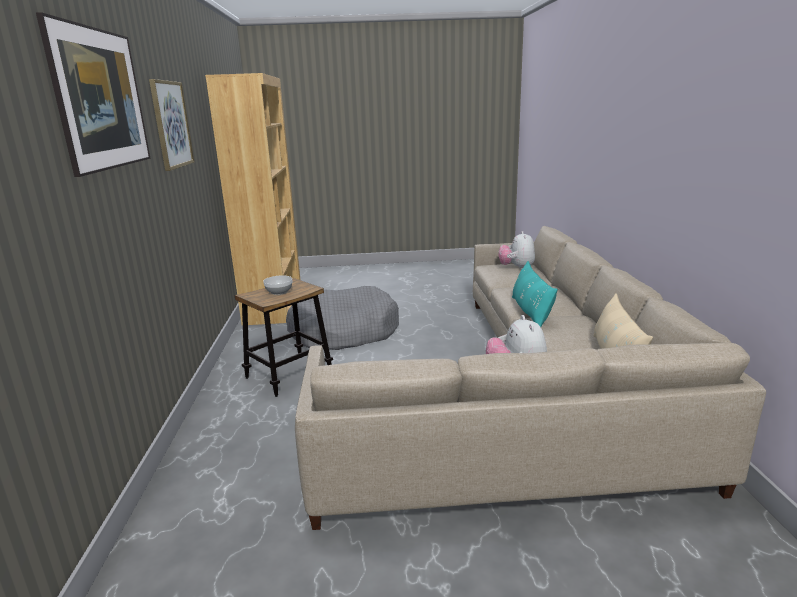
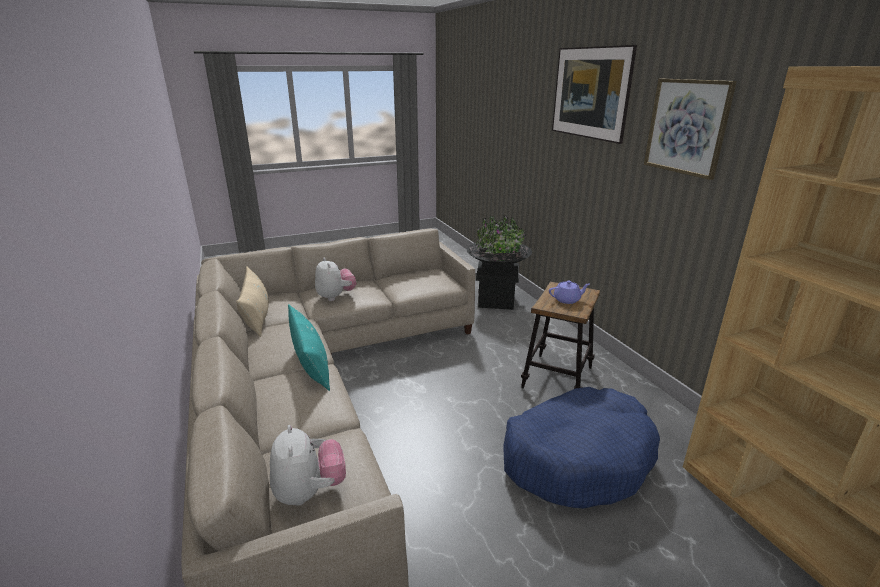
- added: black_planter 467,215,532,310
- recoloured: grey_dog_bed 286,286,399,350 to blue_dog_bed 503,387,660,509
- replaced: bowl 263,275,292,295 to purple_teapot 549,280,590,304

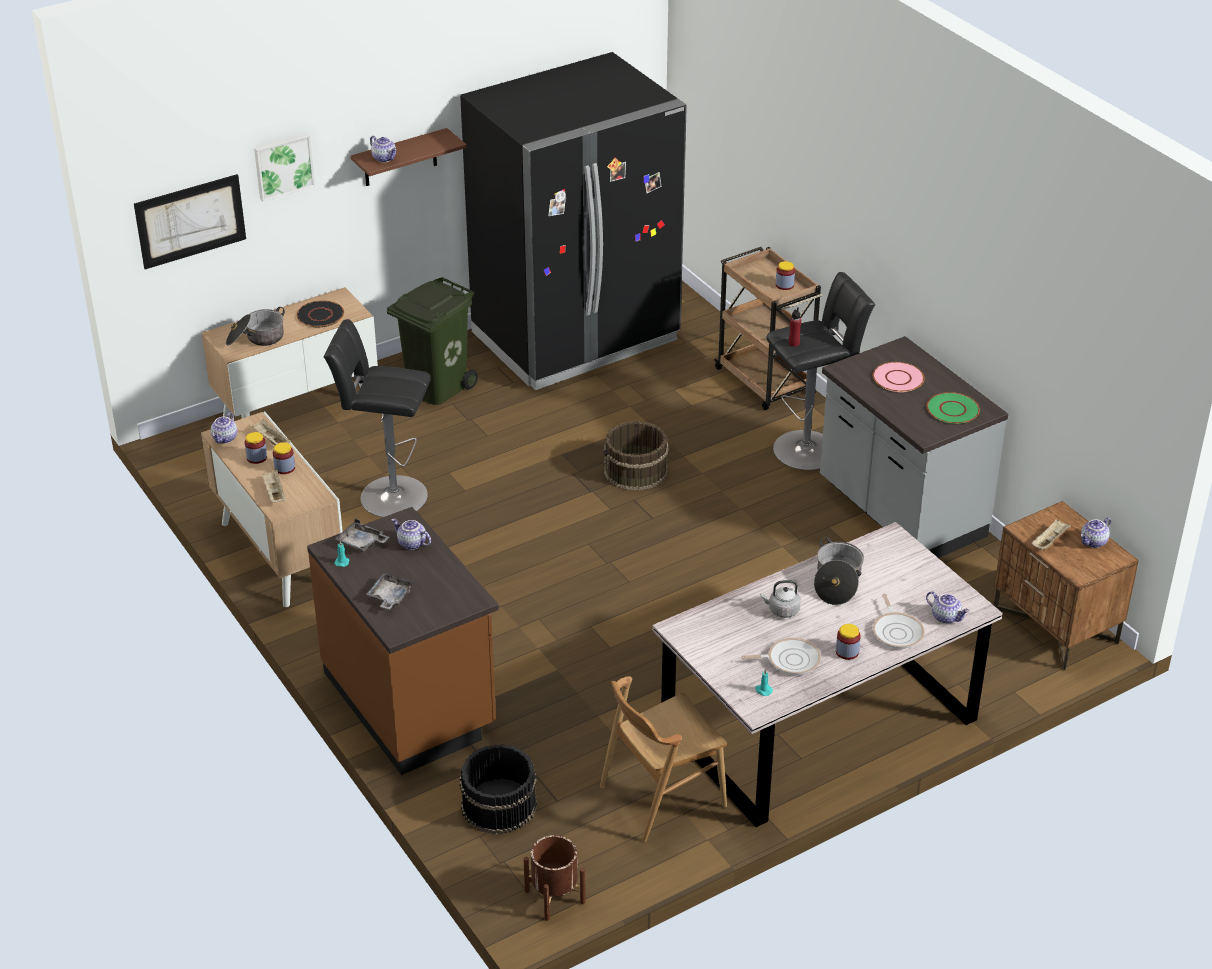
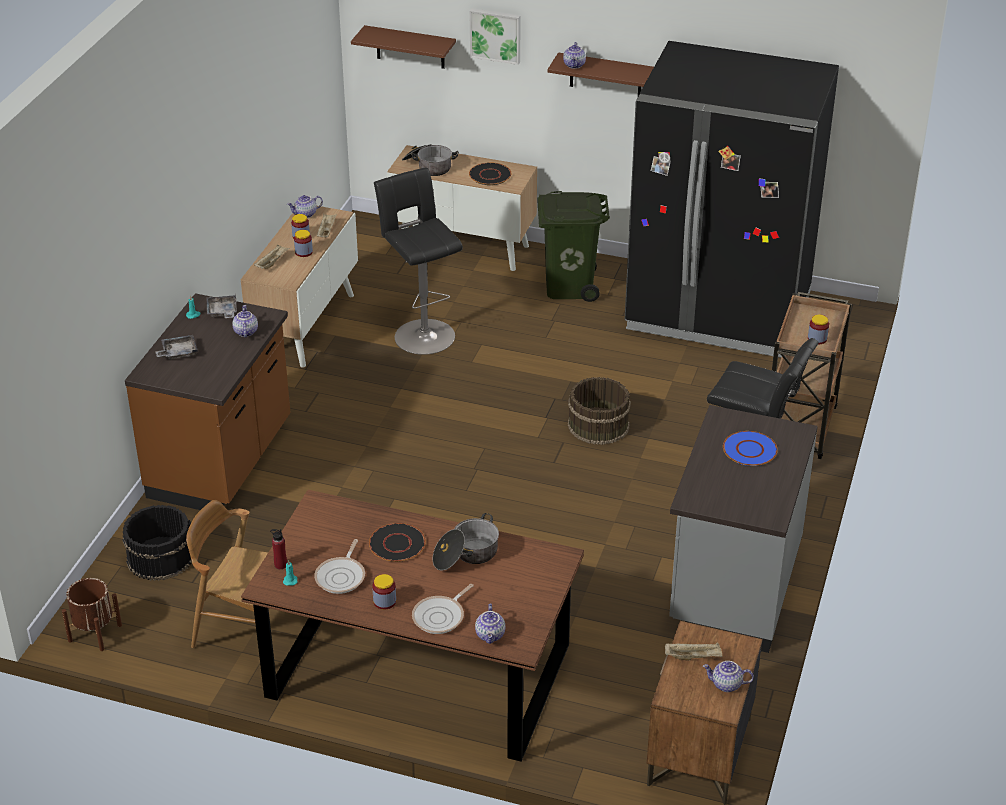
- recoloured: grey_dining_table 652,522,1003,827 to brown_dining_table 241,490,584,762
- moved: red_bottle 789,308,801,347 to 270,529,287,569
- turned: frying_pan 741,638,821,675 = 314,539,365,594 60 degrees clockwise
- replaced: picture 134,174,246,269 to brown_shelf 351,25,456,69
- replaced: grey_kettle 760,580,801,618 to black_plate 369,523,426,562
- recoloured: pink_plate 873,362,925,392 to blue_plate 723,431,778,466
- removed: green_plate 927,392,980,424

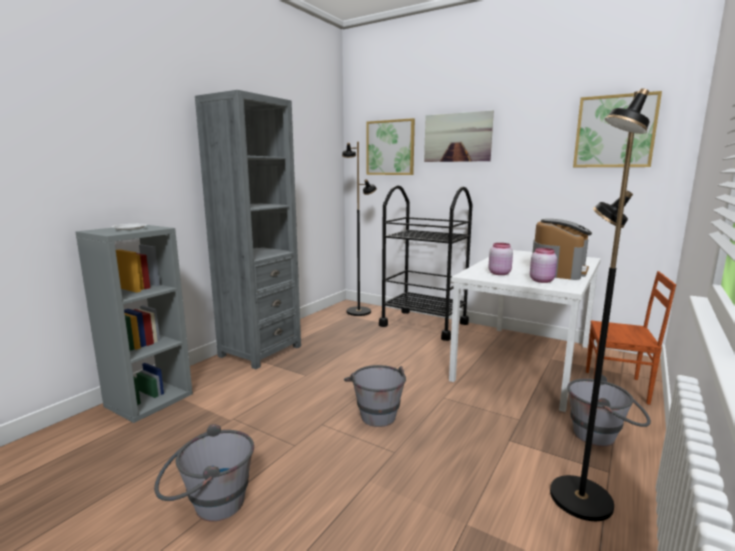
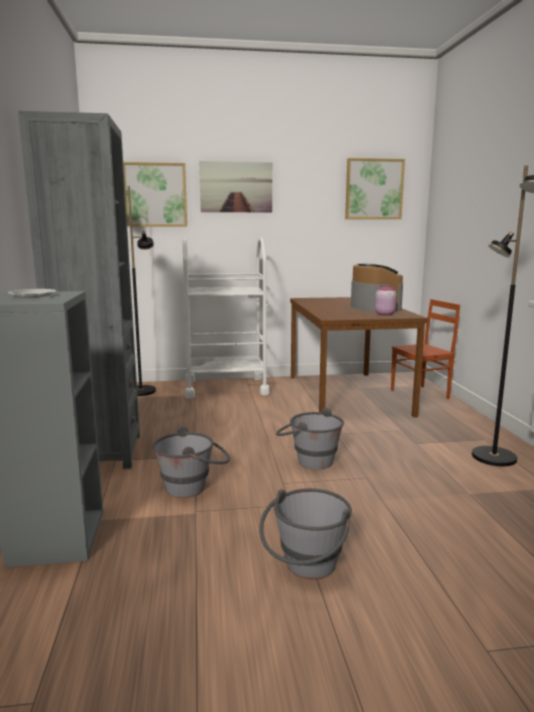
- moved: grey_bucket 567,375,651,447 to 153,426,230,498
- recoloured: black_cart 379,185,473,341 to white_cart 183,238,270,398
- recoloured: white_dining_table 449,250,601,412 to brown_dining_table 290,297,428,418
- removed: pink_jar 489,243,513,275

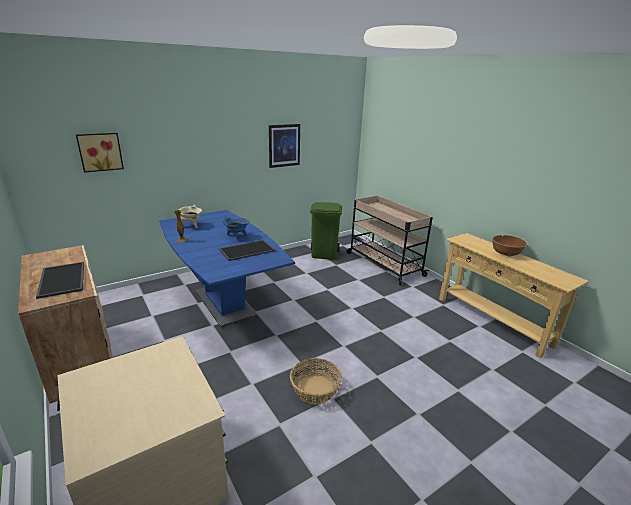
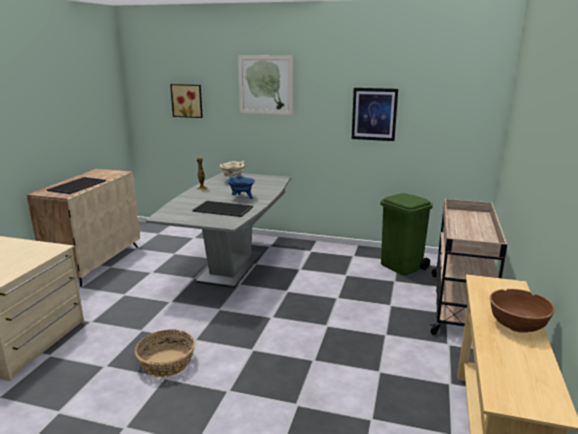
- recoloured: blue_dining_table 159,210,295,327 to grey_dining_table 146,172,291,288
- added: picture 238,55,293,115

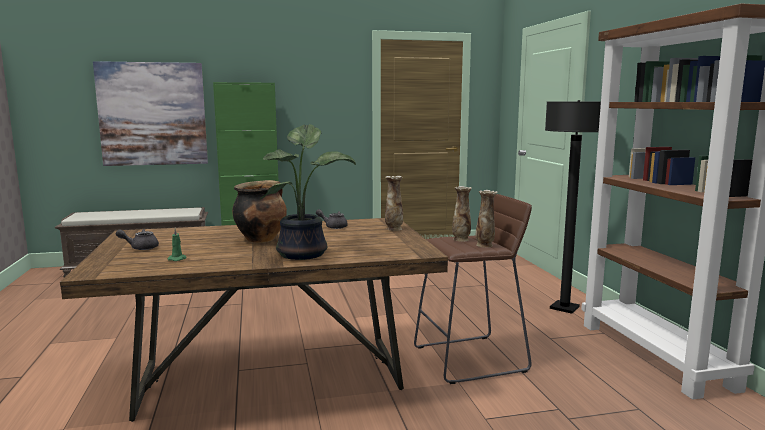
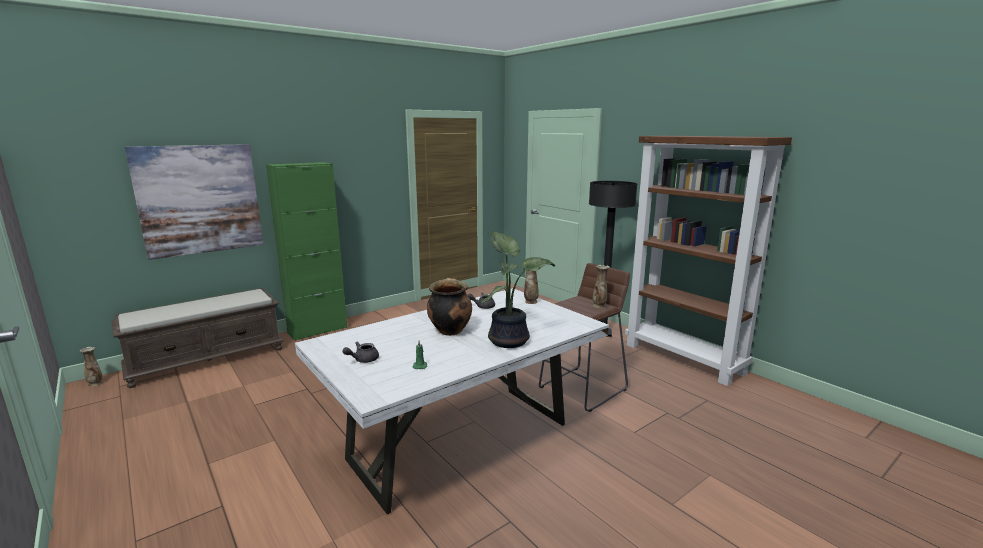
- moved: vase 452,186,472,241 to 80,347,102,387
- recoloured: brown_dining_table 60,218,448,422 to white_dining_table 295,288,609,514

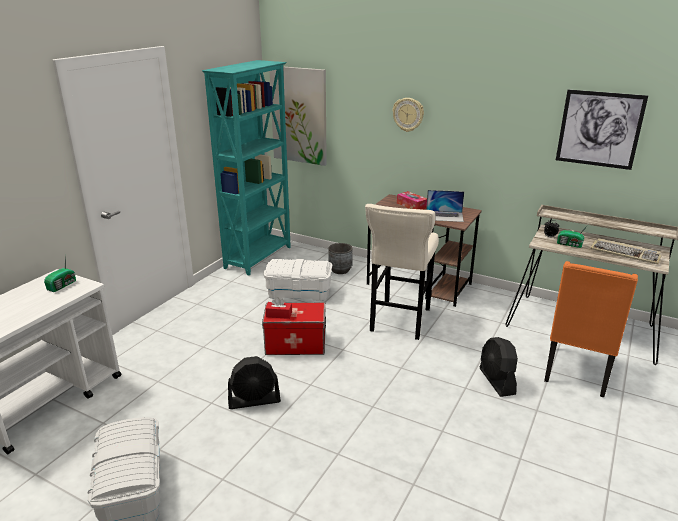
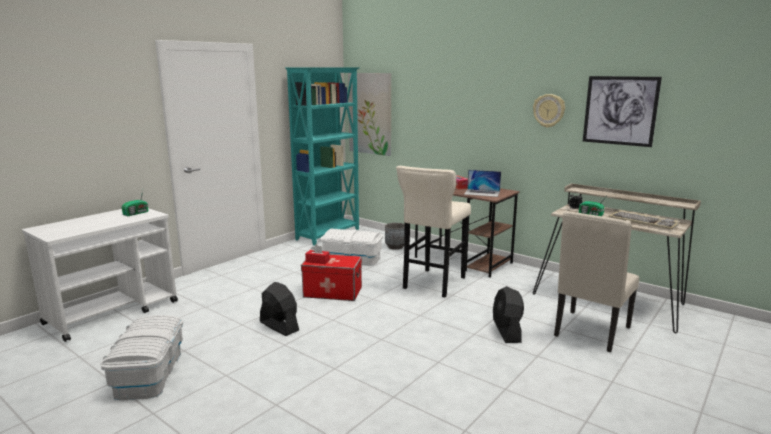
- turned: black_fan 228,356,281,409 = 260,282,299,336 135 degrees counterclockwise
- moved: wall_clock 393,98,424,132 to 533,94,565,128
- recoloured: orange_chair 544,261,638,397 to beige_chair 554,211,639,352

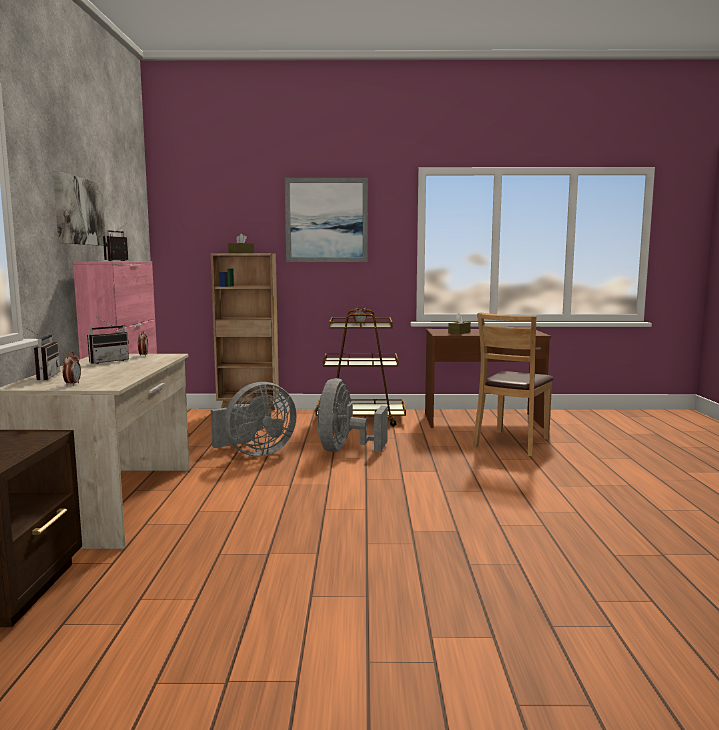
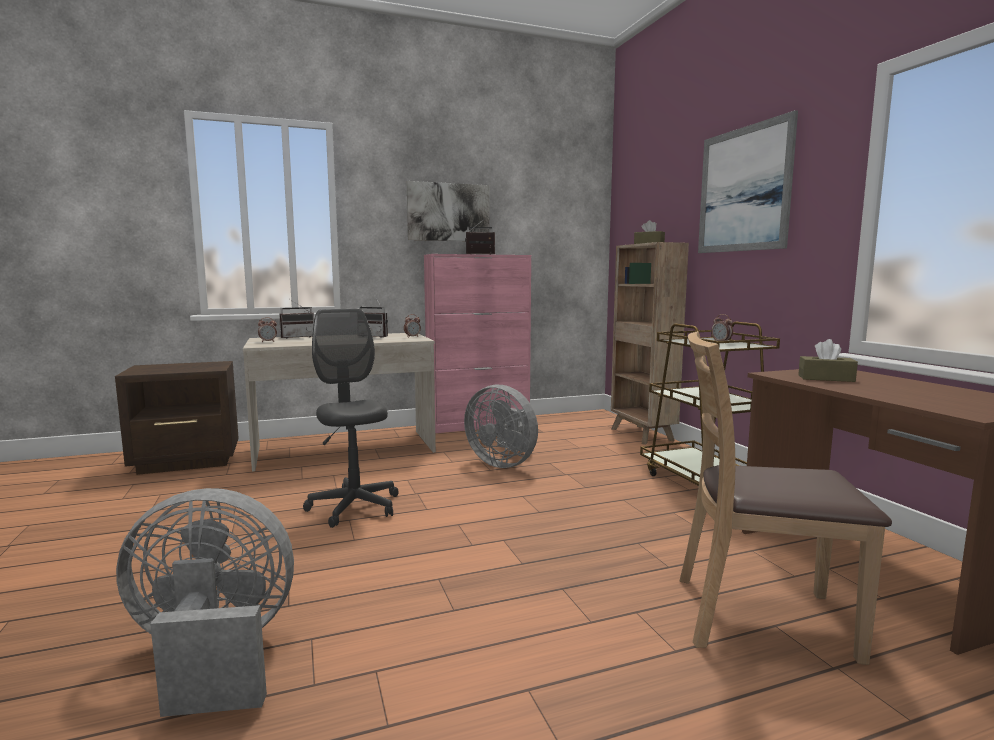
- moved: grey_fan 318,378,388,452 to 116,488,294,717
- added: grey_office_chair 303,308,399,528

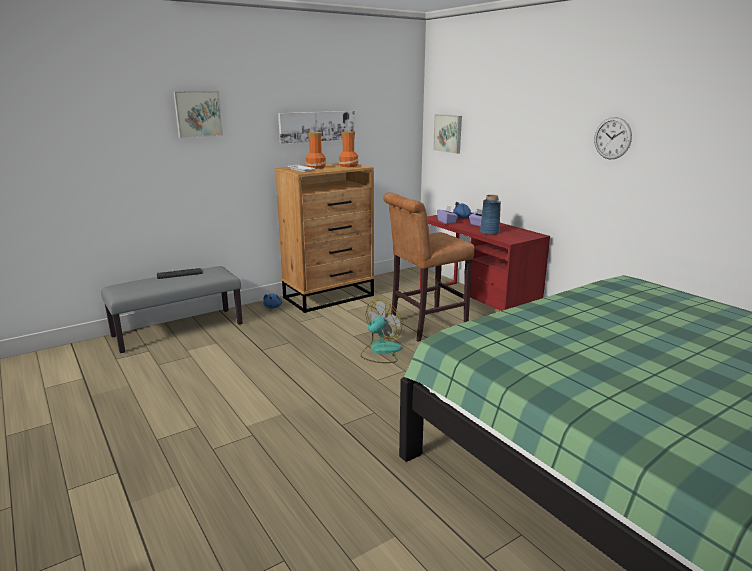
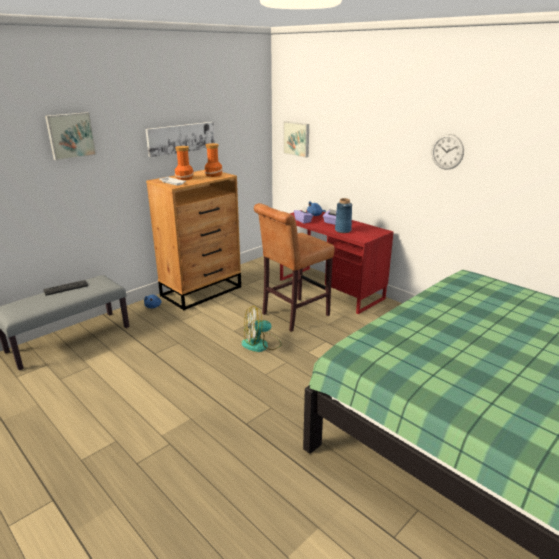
- turned: fan 360,300,402,363 = 241,306,282,352 135 degrees counterclockwise

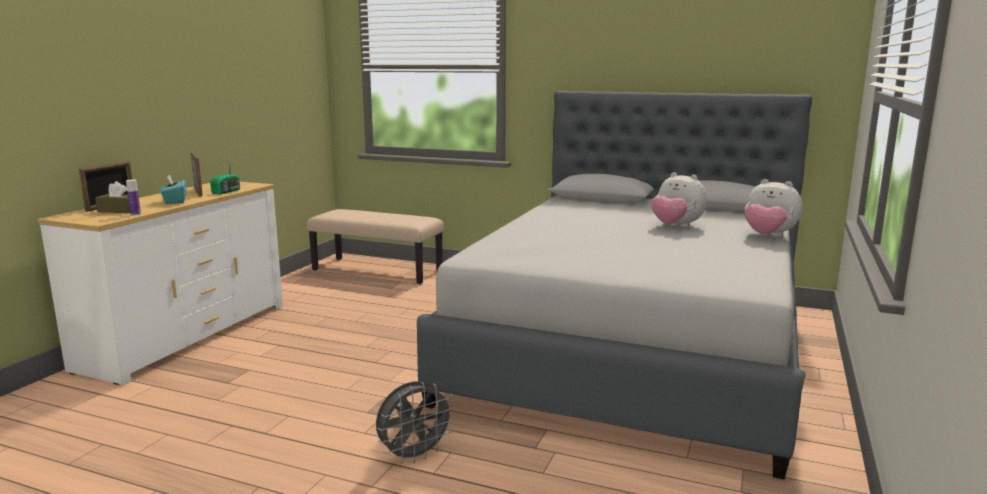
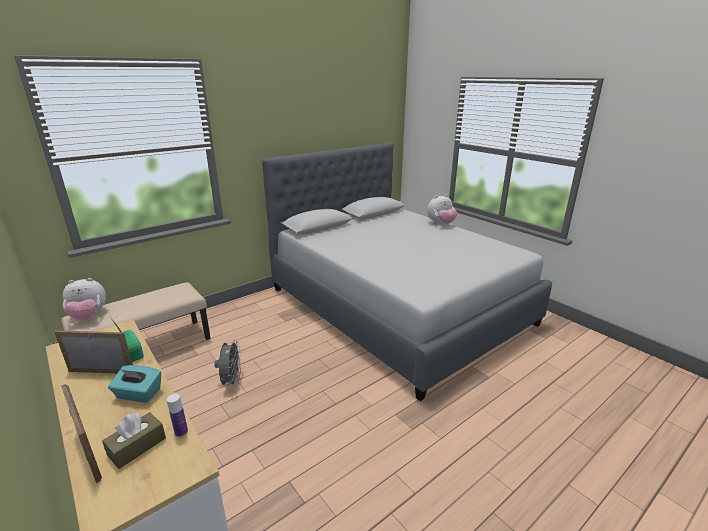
- moved: plush_toy 651,172,707,227 to 63,278,106,320
- moved: grey_fan 376,382,455,463 to 214,340,241,387

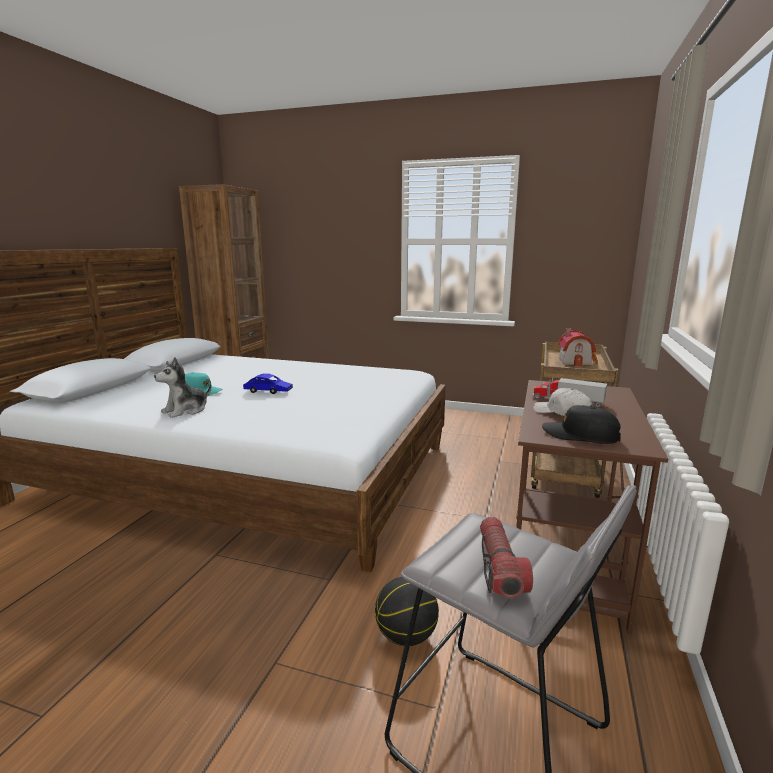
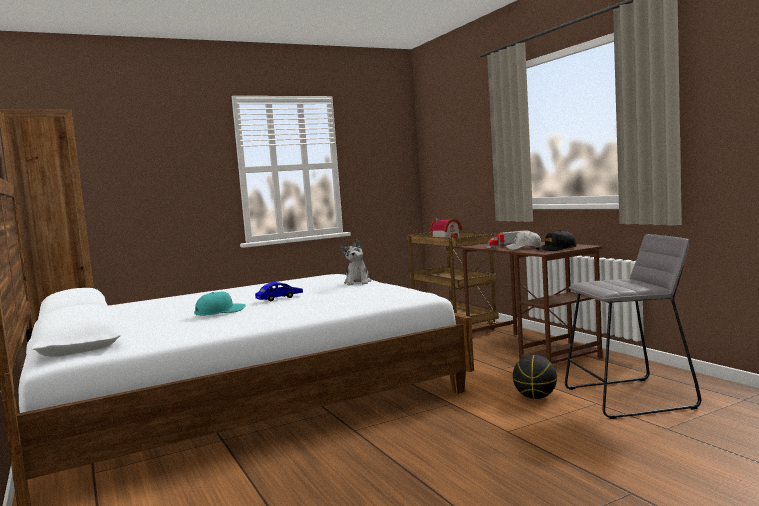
- moved: plush_toy 154,357,211,418 to 341,239,372,286
- removed: flashlight 480,517,533,598

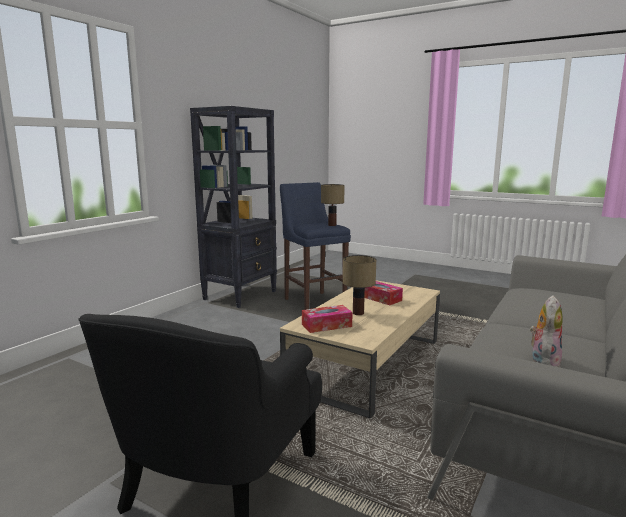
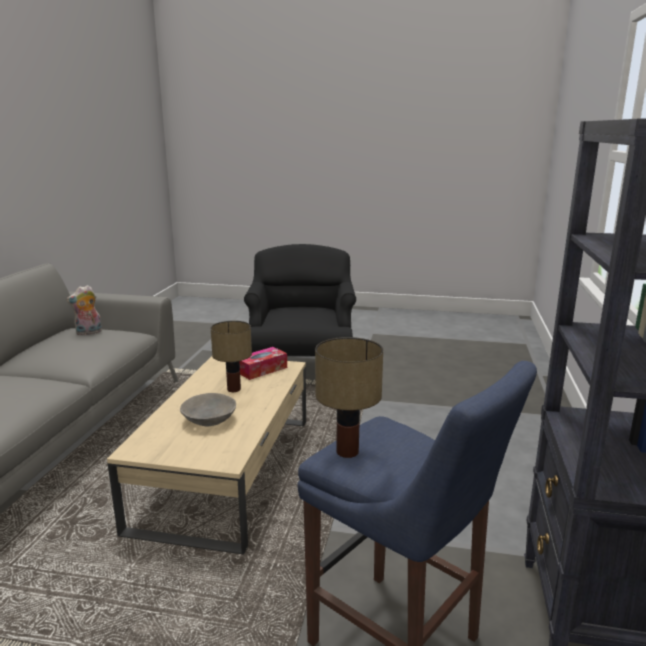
- turned: plush_toy 530,295,563,367 = 66,285,102,335 45 degrees clockwise
- replaced: tissue_box 364,281,403,305 to grey_bowl 180,393,236,426

